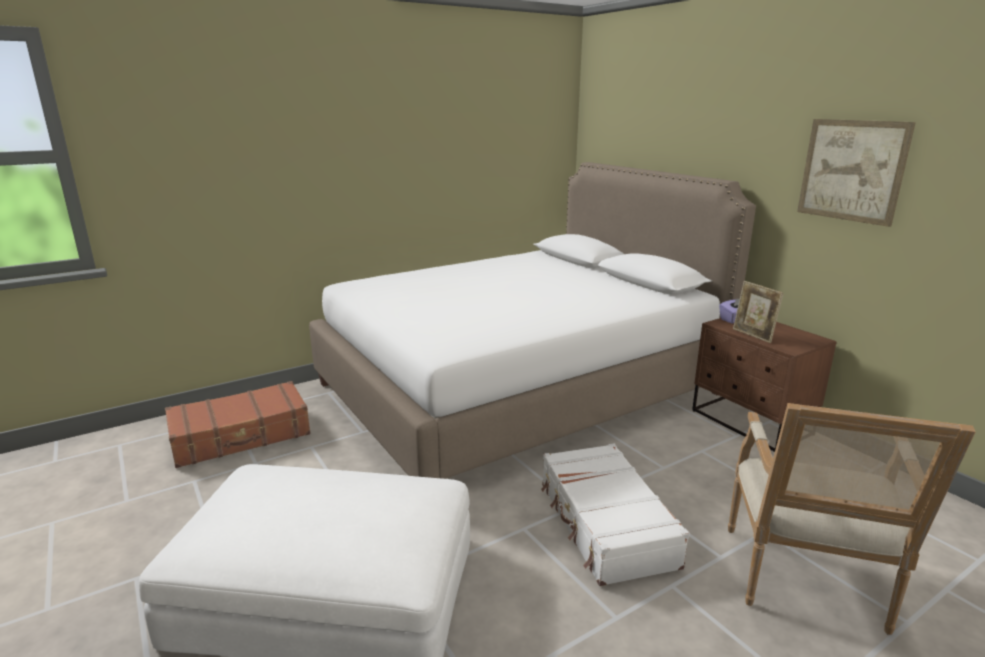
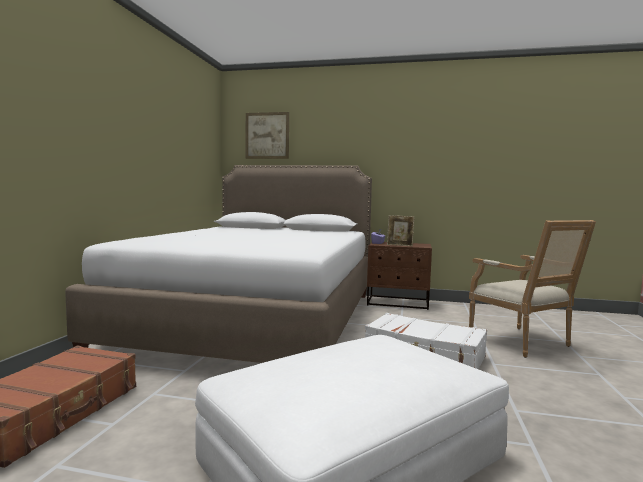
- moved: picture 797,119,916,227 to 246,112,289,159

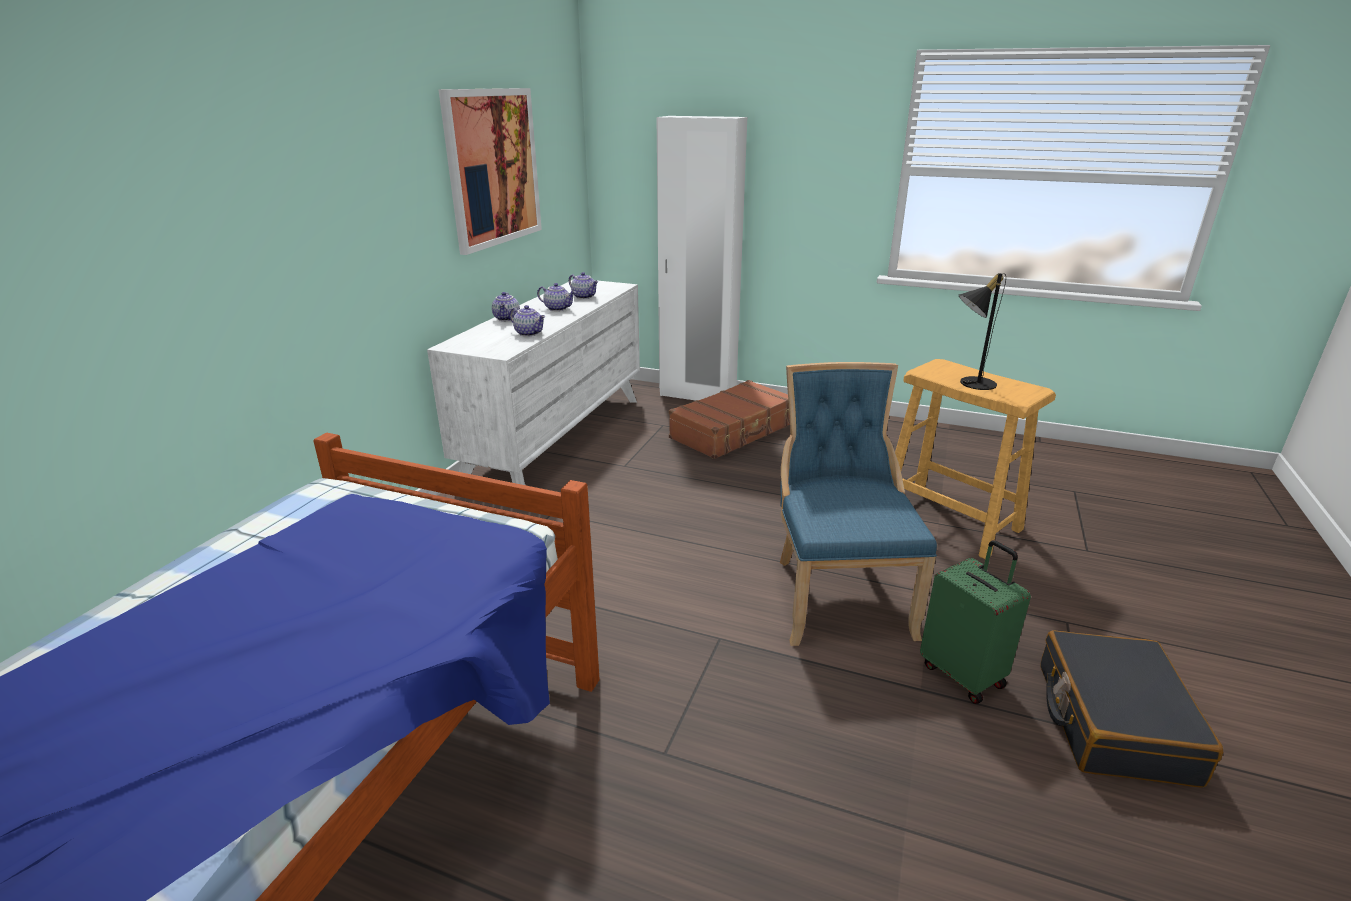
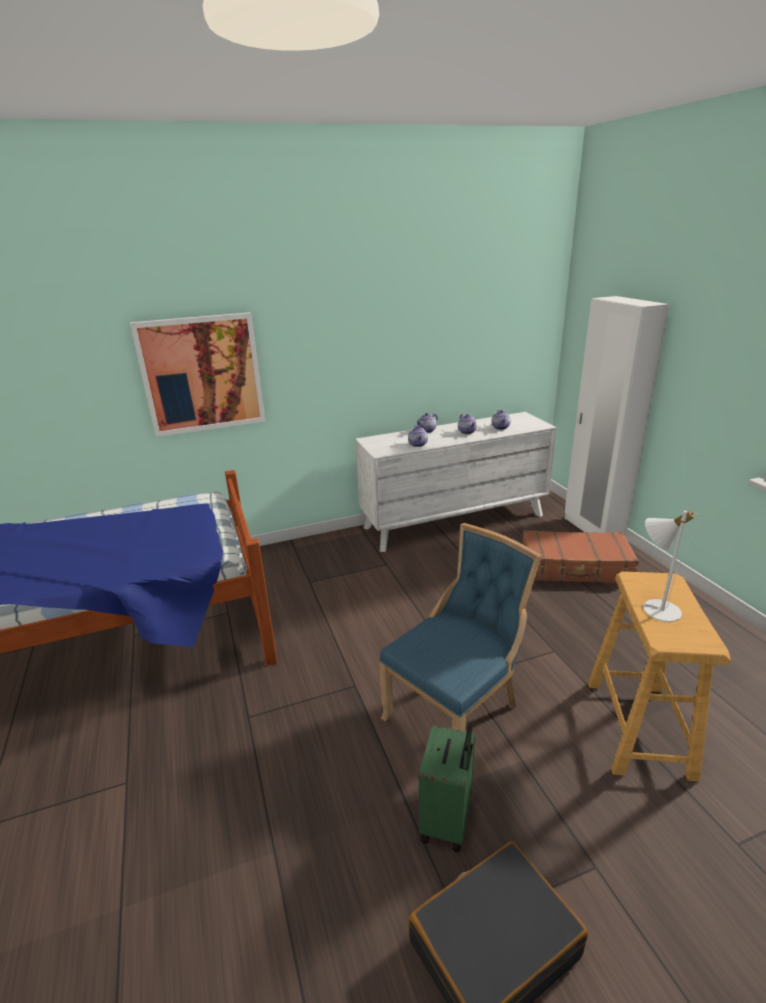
- moved: picture 438,88,542,255 to 130,312,265,437
- recoloured: black_table_lamp 959,273,1006,390 to white_table_lamp 643,511,699,622

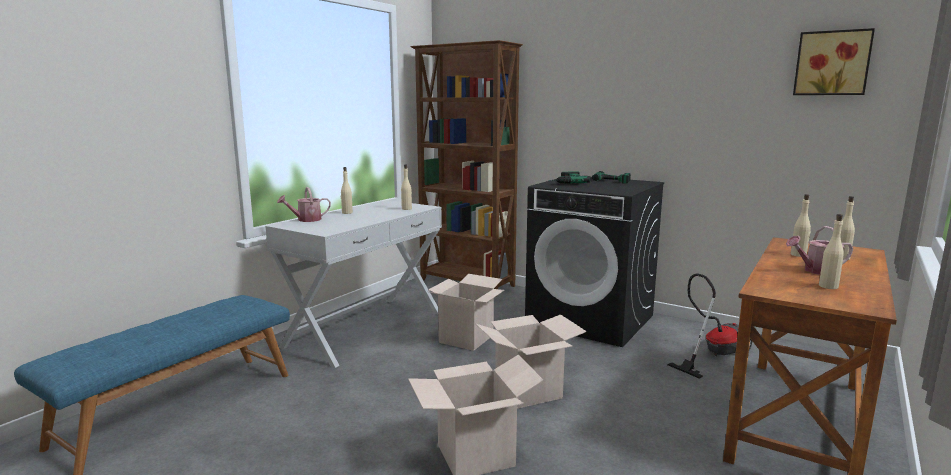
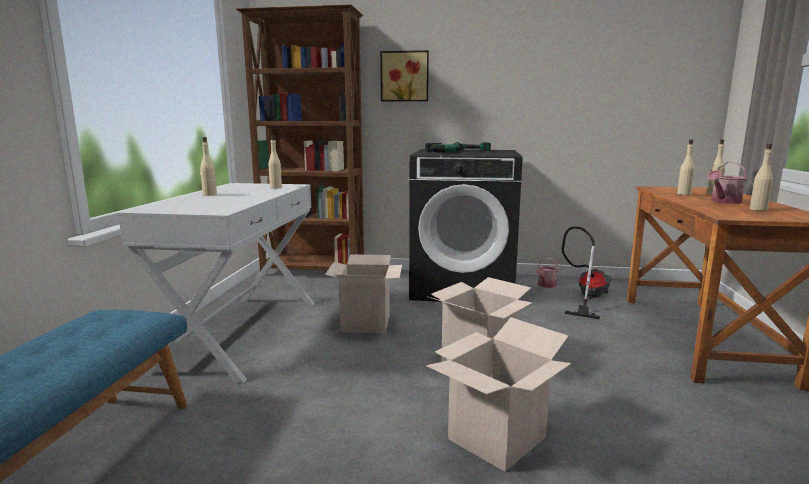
- moved: picture 793,28,875,95 to 380,50,429,102
- moved: watering_can 277,187,331,222 to 536,258,559,288

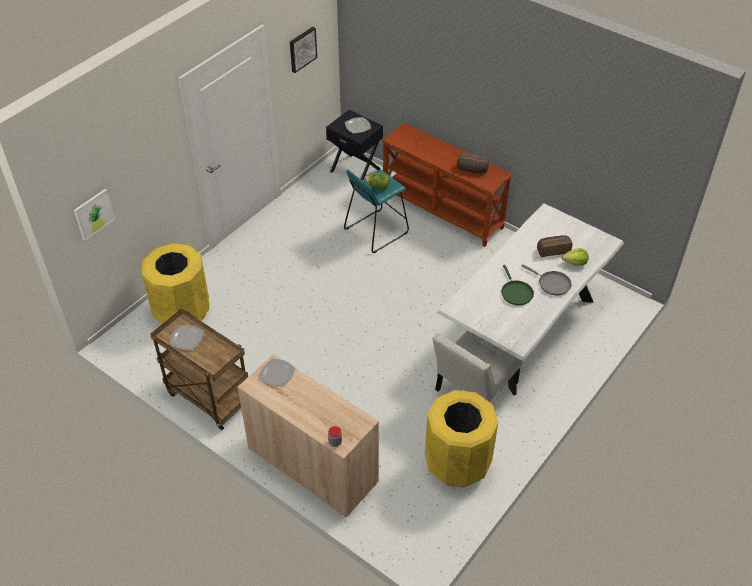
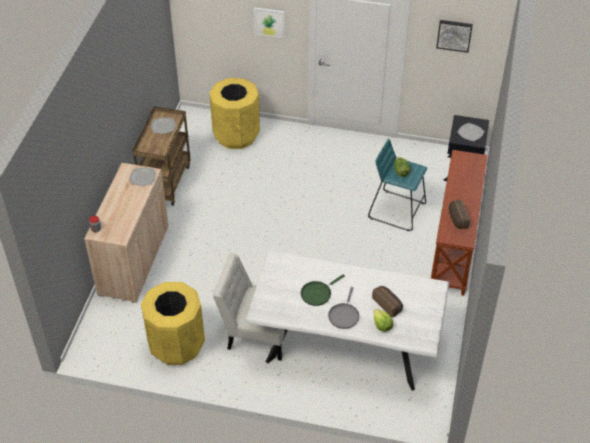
- moved: picture 74,189,115,241 to 254,7,285,38

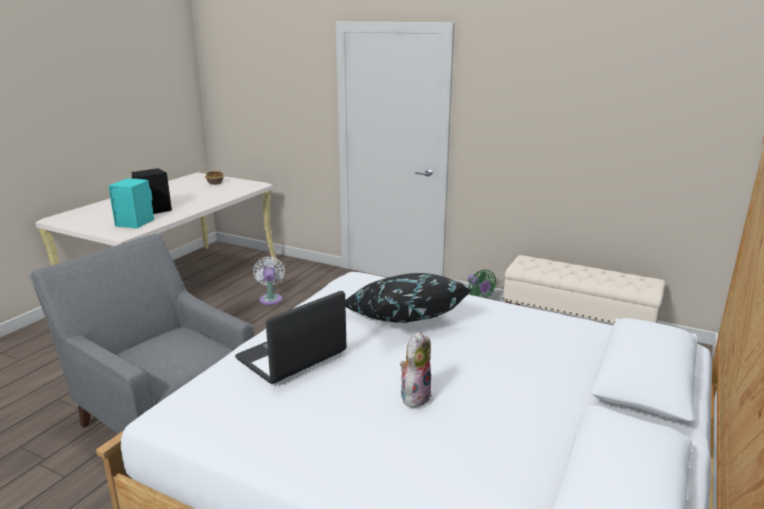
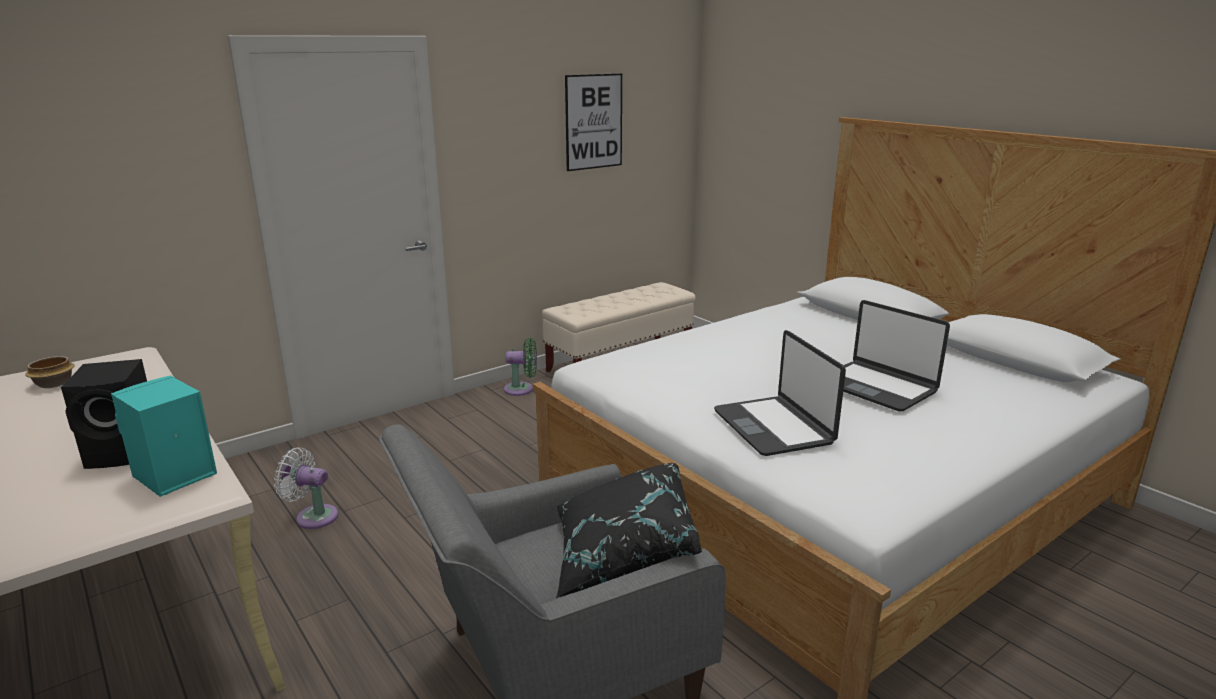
- moved: black_pillow 345,273,472,323 to 556,463,702,598
- added: picture 565,73,622,171
- replaced: plush_toy 400,332,432,408 to laptop 843,300,950,412

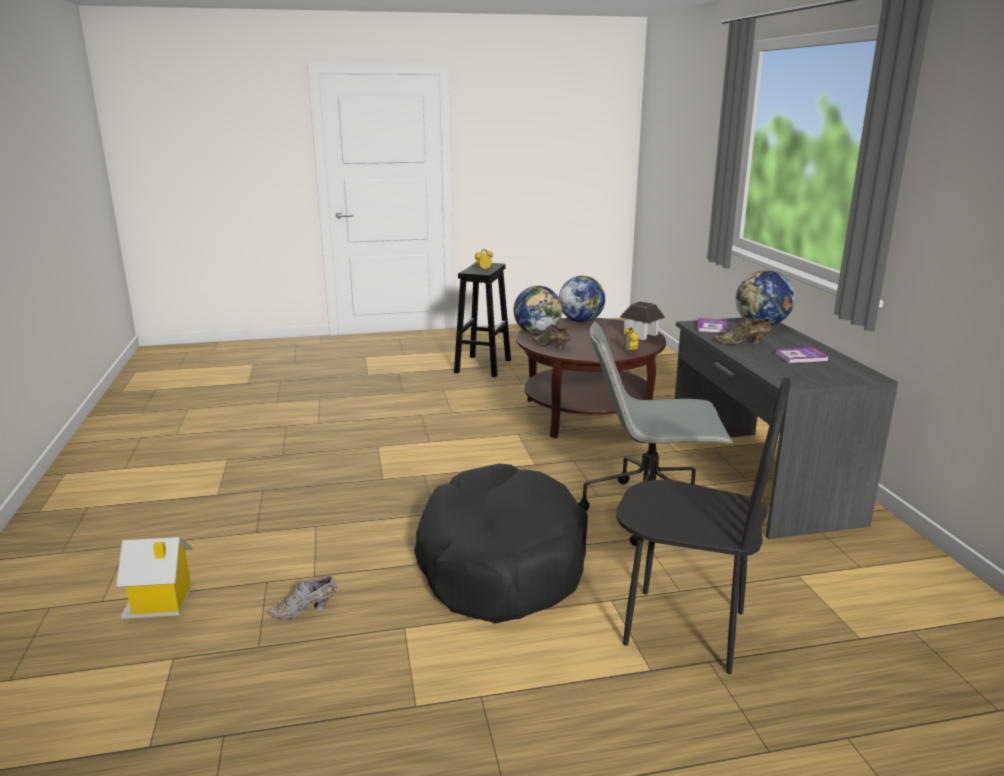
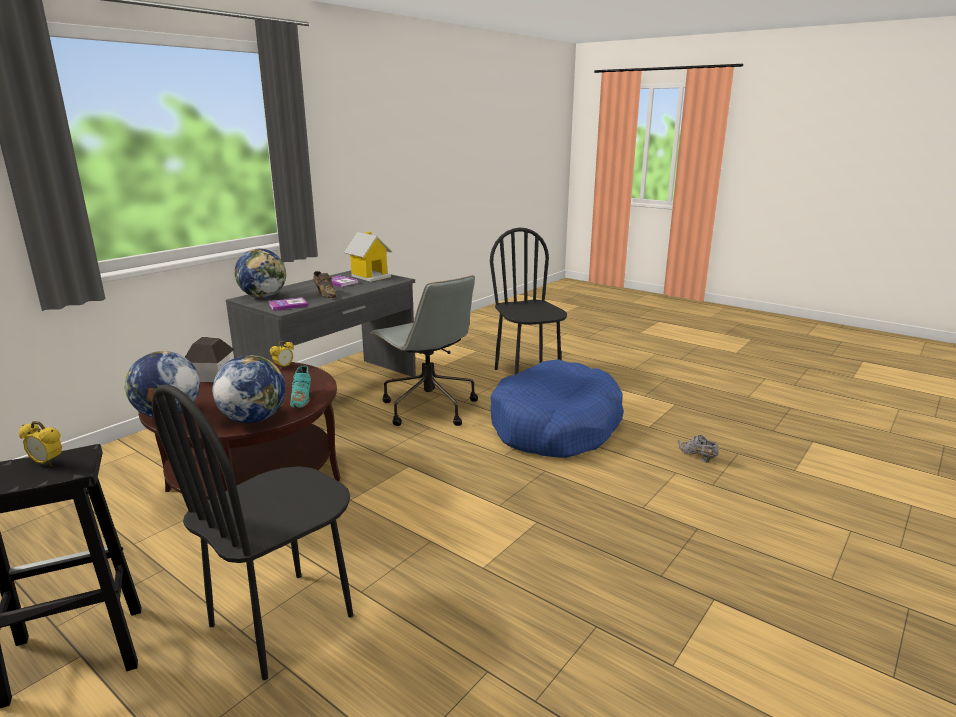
- added: black_chair 152,384,353,680
- recoloured: brown_shoe 531,324,571,349 to turquoise_shoe 290,365,311,408
- moved: toy_house 116,537,193,619 to 344,232,392,282
- recoloured: black_dog_bed 414,464,588,623 to blue_dog_bed 490,359,624,458
- turned: grey_shoe 266,576,337,619 = 678,435,719,463 150 degrees counterclockwise

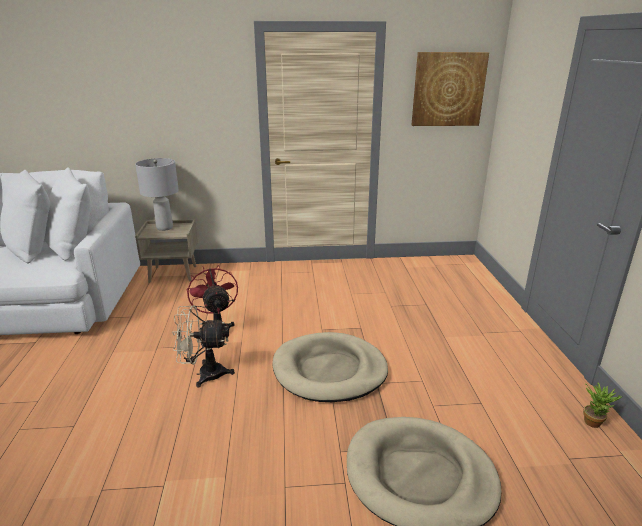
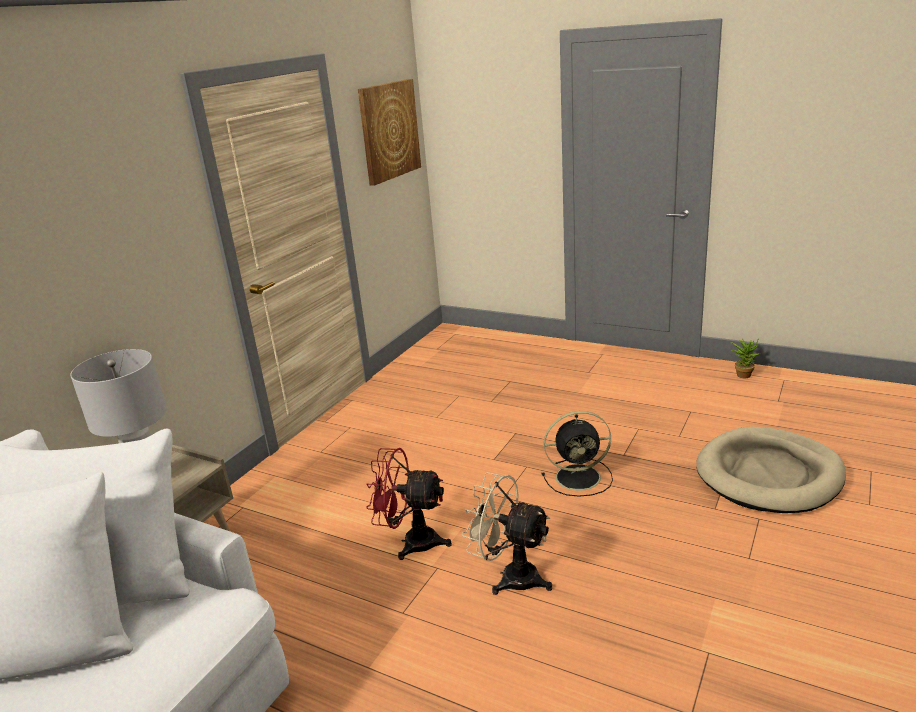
- turned: beige_fan 172,305,235,388 = 461,472,552,595 90 degrees clockwise
- replaced: beige_dog_bed 273,332,388,402 to black_fan 542,411,613,497

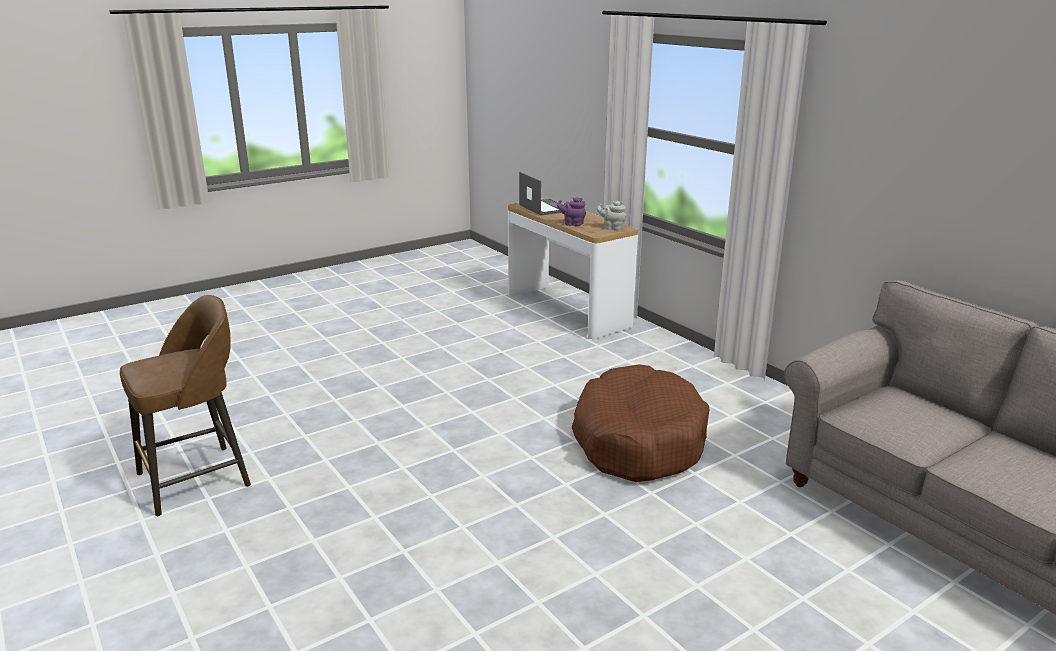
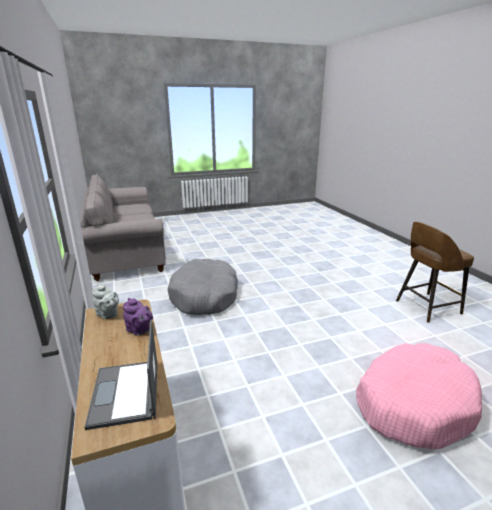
- recoloured: brown_dog_bed 572,364,709,482 to grey_dog_bed 168,259,238,315
- added: pink_dog_bed 356,343,482,449

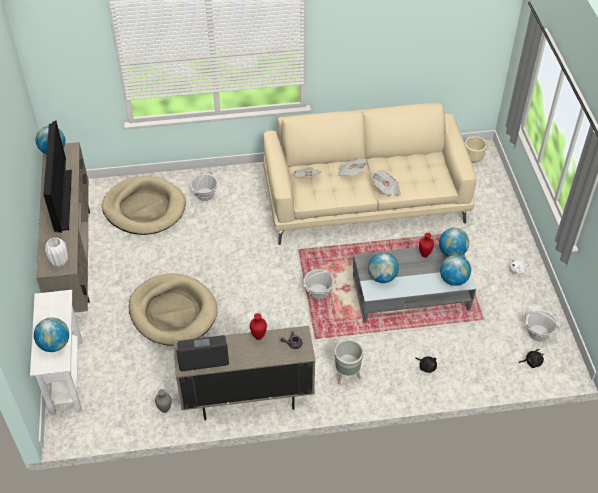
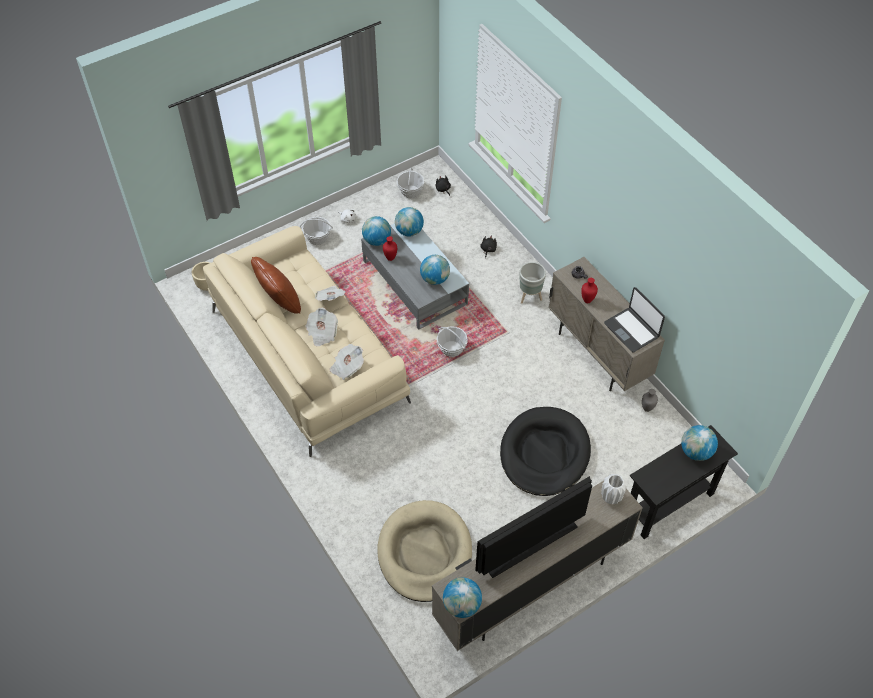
- added: brown_pillow 251,257,301,313
- moved: basket 190,171,218,201 to 300,217,333,245
- recoloured: beige_dog_bed 129,273,218,346 to black_dog_bed 500,407,591,496
- recoloured: white_console_table 30,290,83,415 to black_console_table 630,425,738,539

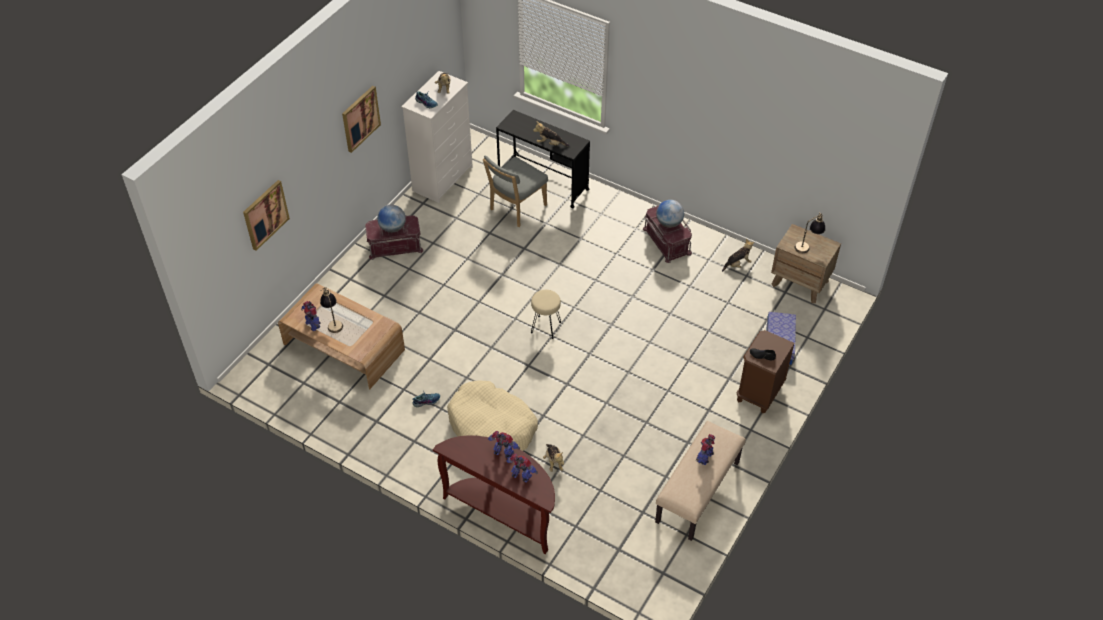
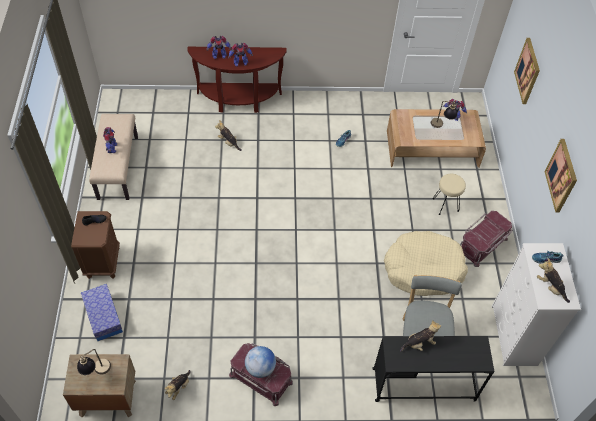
- moved: beige_dog_bed 447,380,538,451 to 384,231,468,296
- moved: beige_stool 531,290,561,339 to 433,174,466,215
- removed: globe 377,205,406,233

